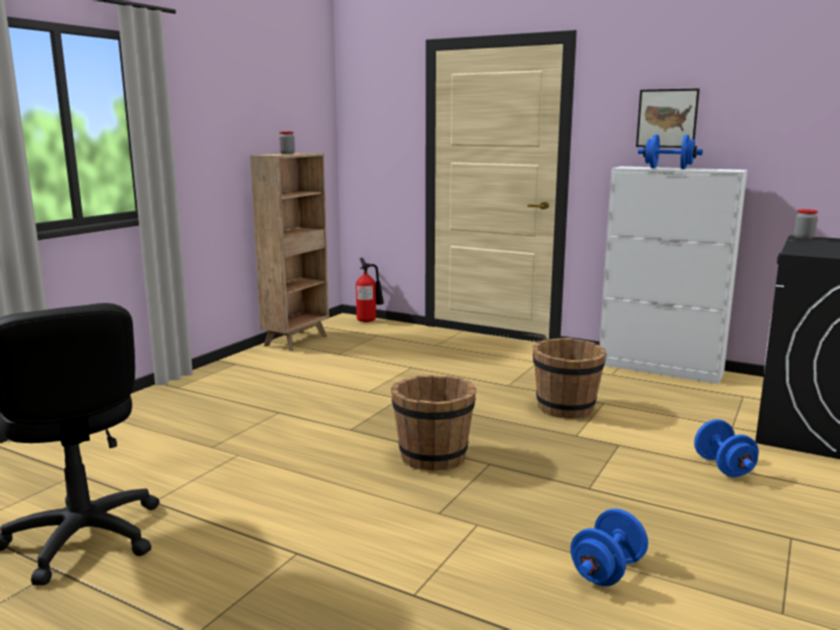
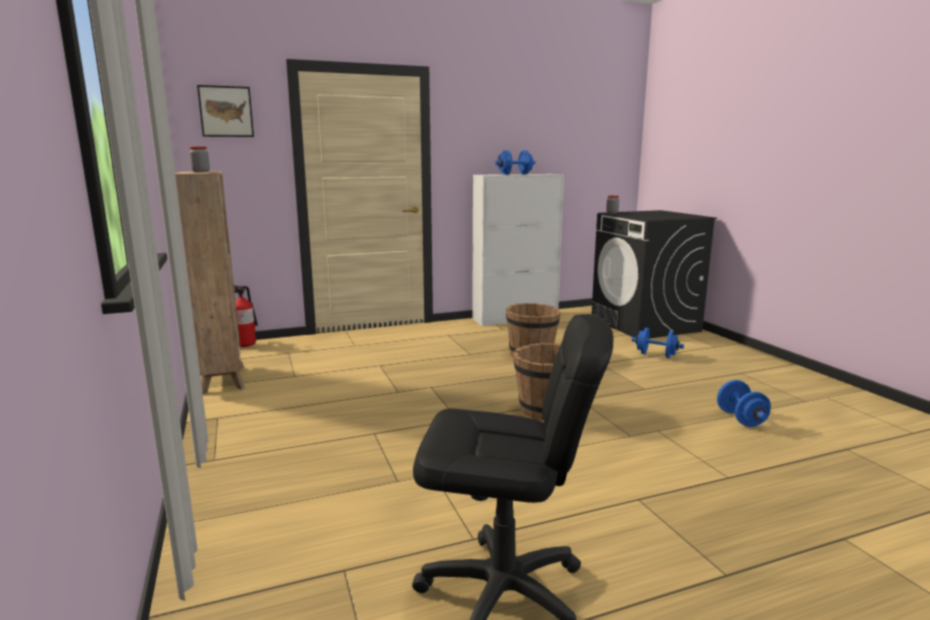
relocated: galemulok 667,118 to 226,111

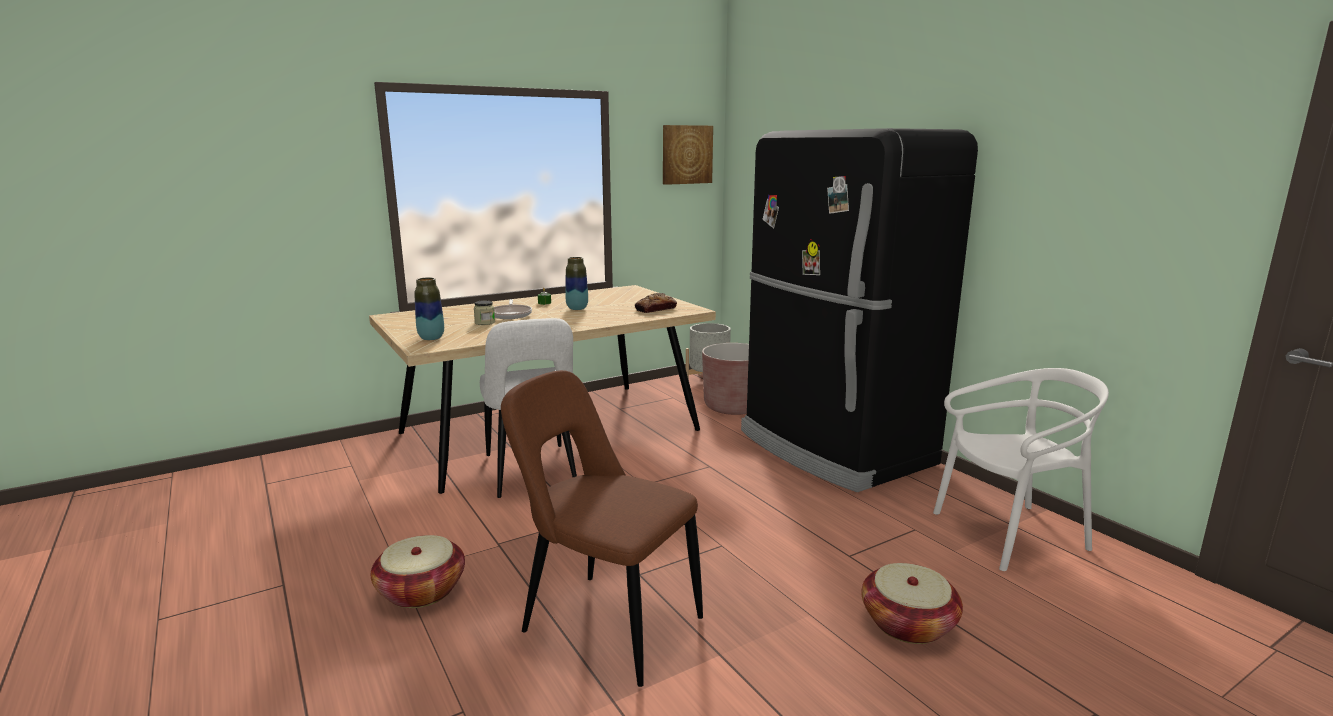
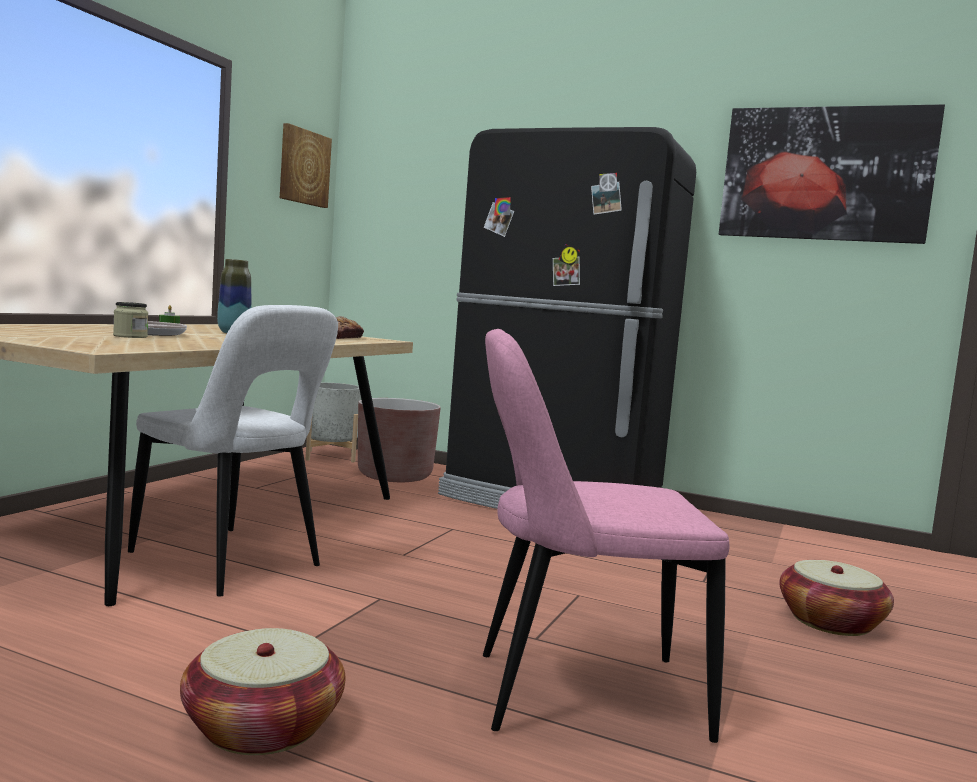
missing: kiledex 431,338; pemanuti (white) 1010,534
appeared: galemulok 825,174
colour: pemanuti (brown) 605,623 to pemanuti (pink) 575,694

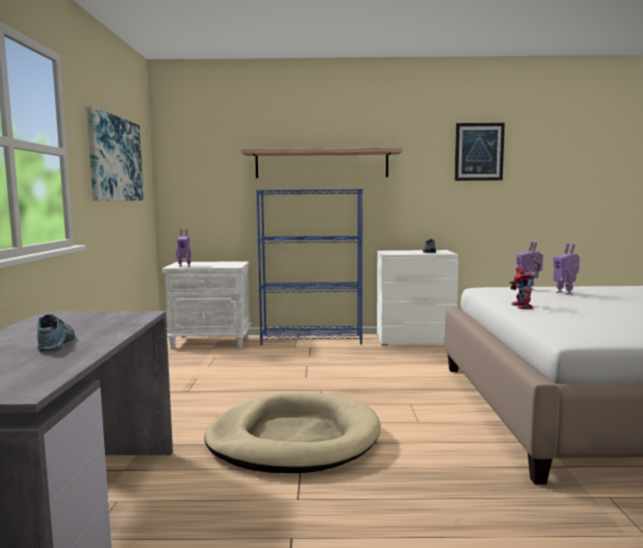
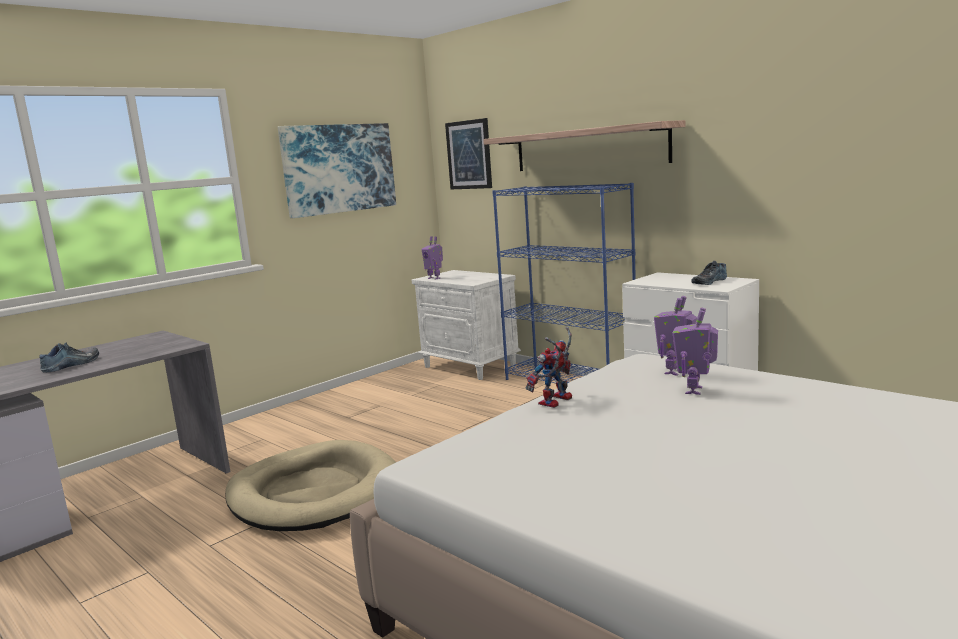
relocated: galemulok 479,152 to 469,155

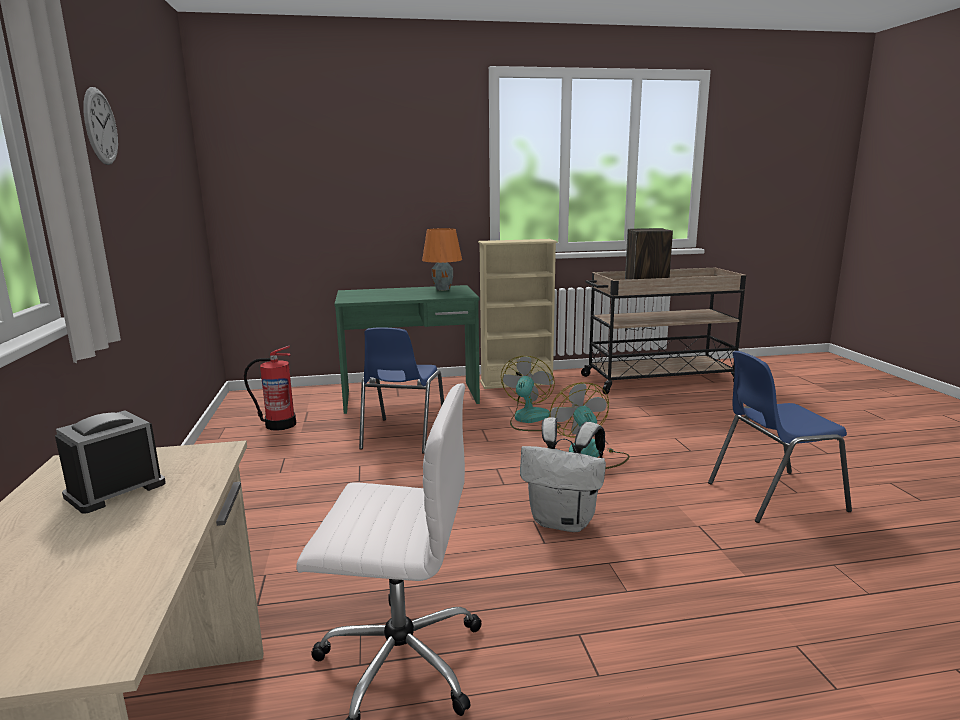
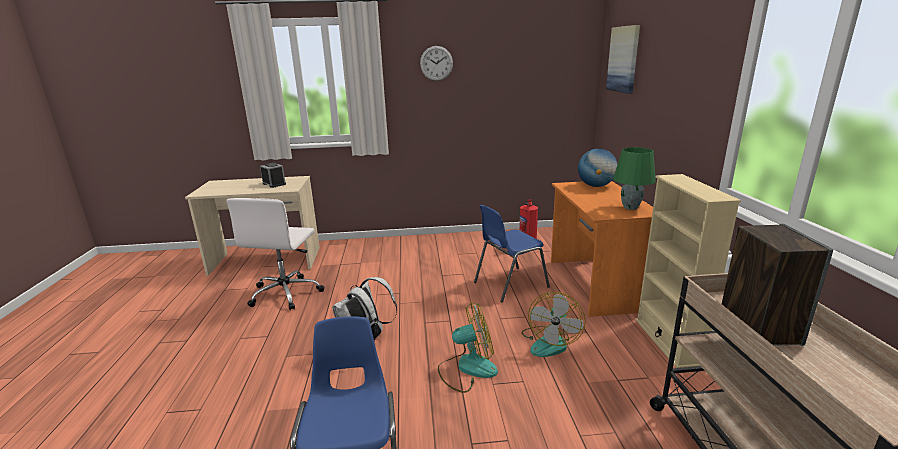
appeared: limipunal 595,186; galemulok 623,59
colour: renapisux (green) 411,397 to renapisux (orange) 594,284; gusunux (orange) 443,289 to gusunux (green) 630,208
spun: pemanuti (blue) 402,436 = 509,284 45 degrees counterclockwise; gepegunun 530,420 = 550,342 90 degrees clockwise

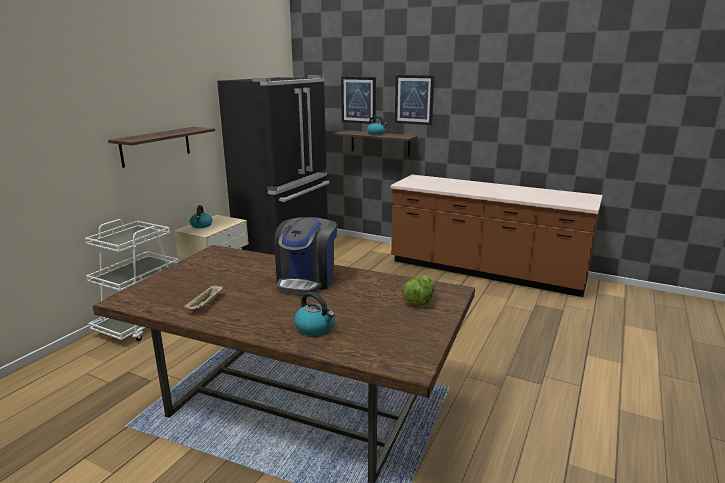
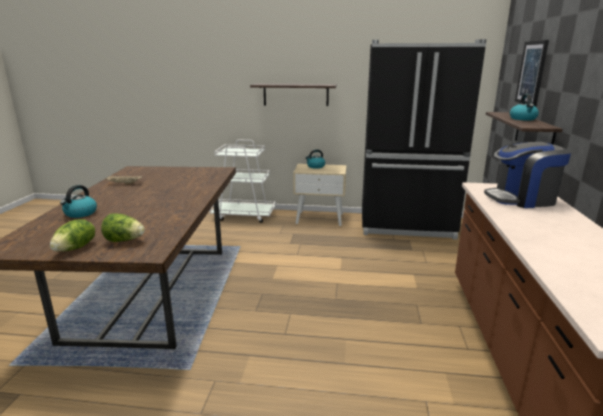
missing: galemulok 414,99
appeared: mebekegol 76,248
relocated: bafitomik 307,280 to 521,199

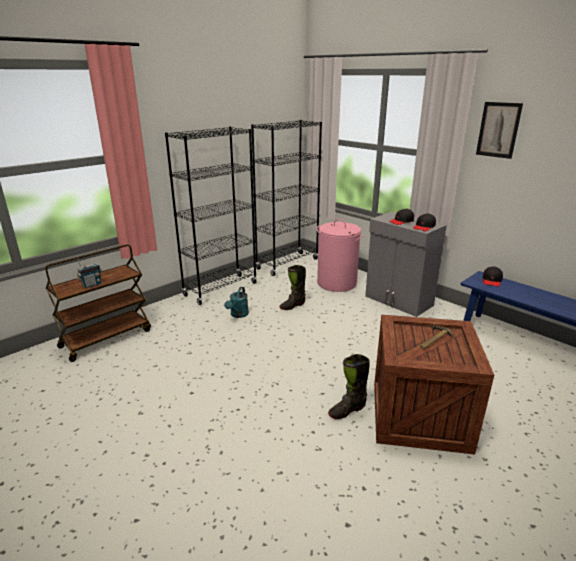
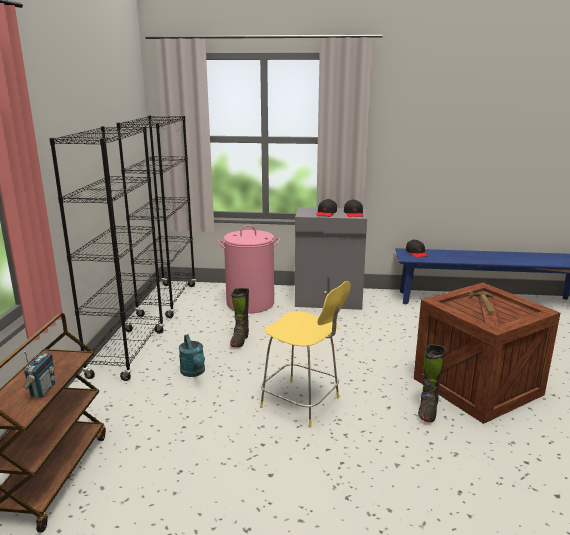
missing: galemulok 498,130
appeared: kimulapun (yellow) 302,404

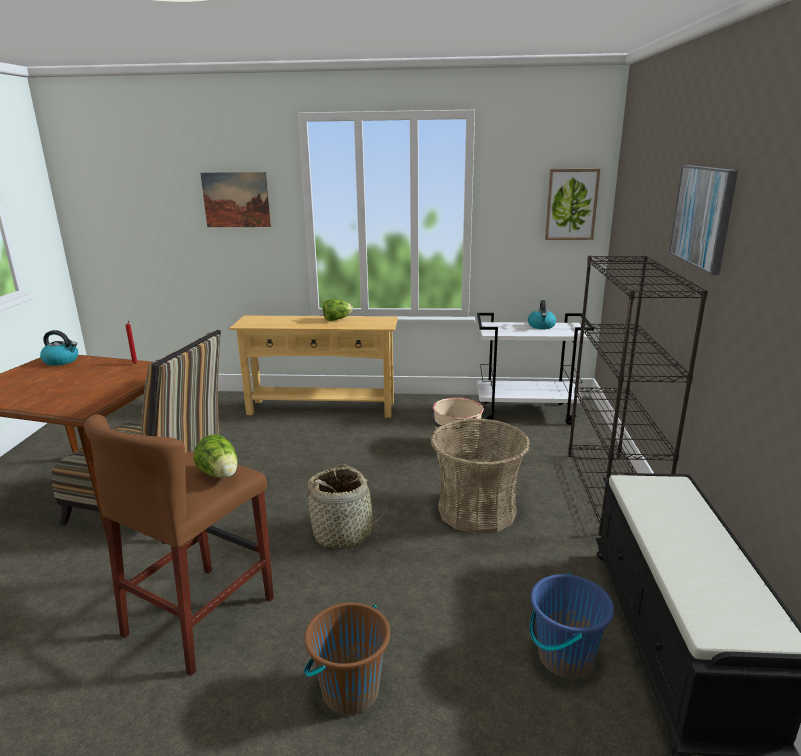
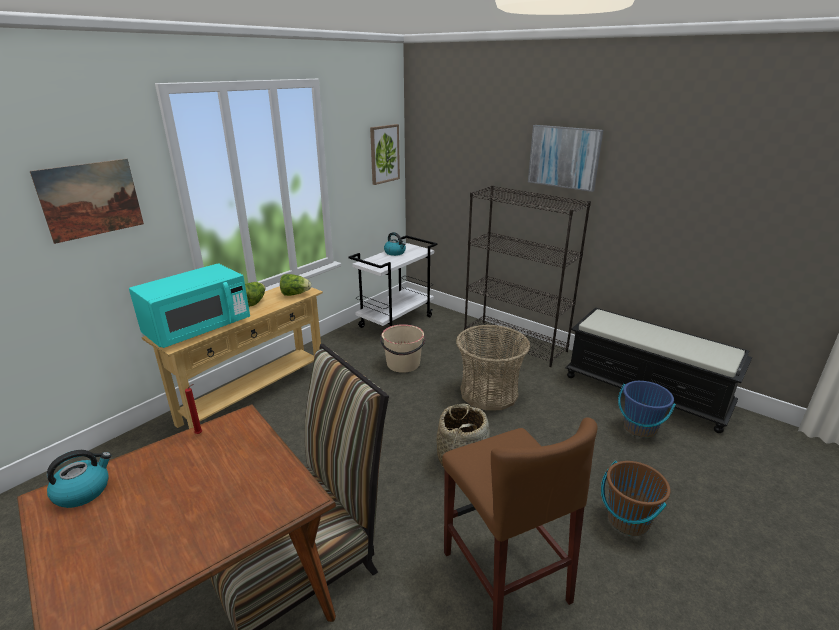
appeared: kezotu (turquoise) 198,328
relocated: mebekegol 220,474 to 295,294

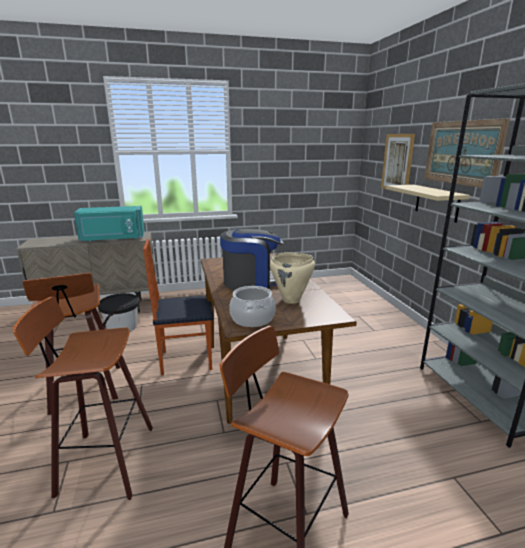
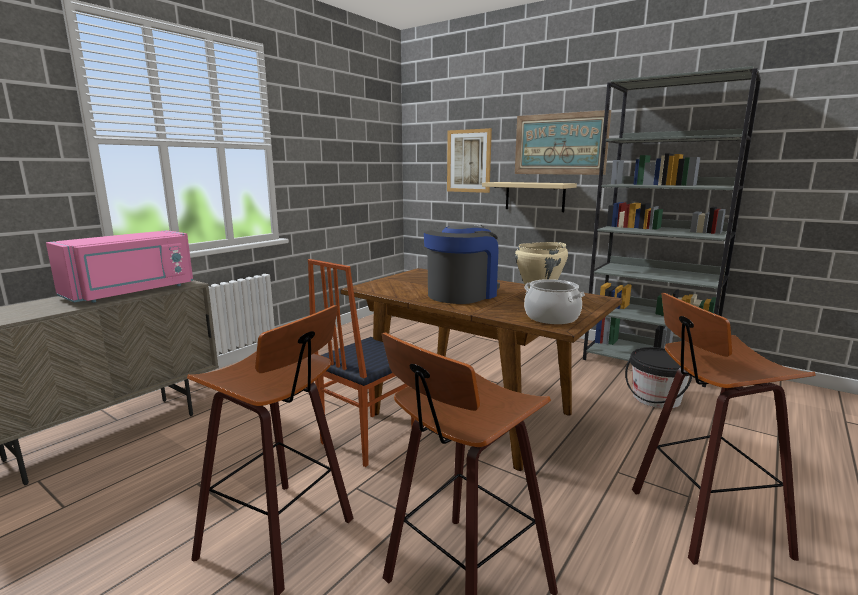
relocated: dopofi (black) 122,327 to 656,398
colour: kezotu (turquoise) 113,239 to kezotu (pink) 132,292

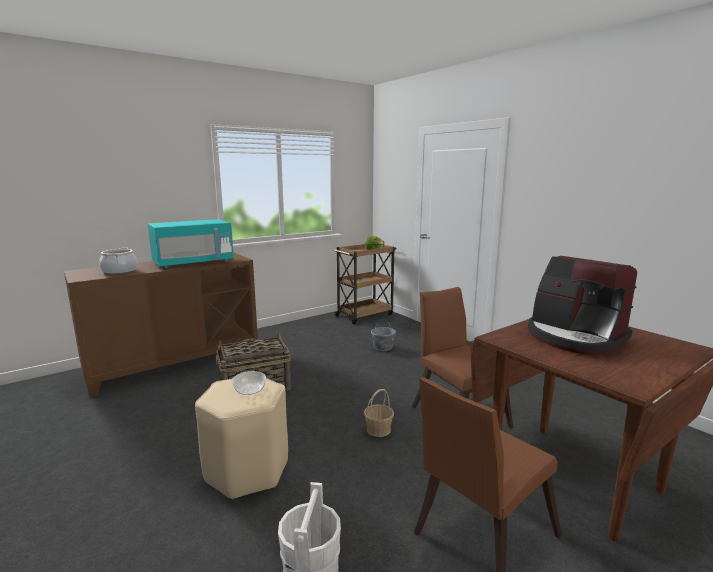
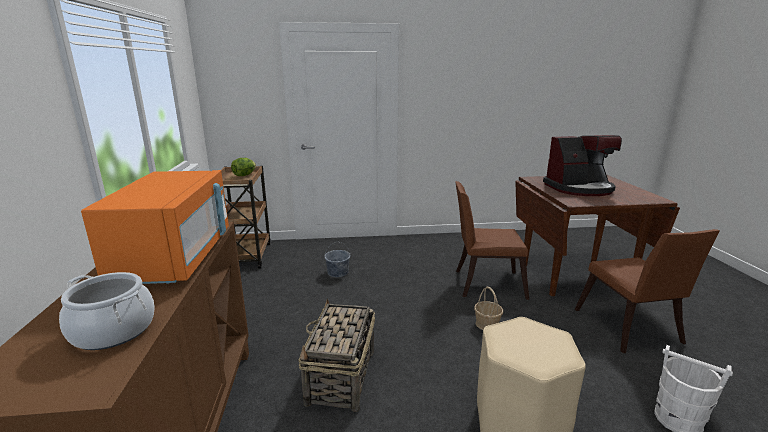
missing: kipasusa 250,390
colour: kezotu (turquoise) 194,263 to kezotu (orange) 176,258

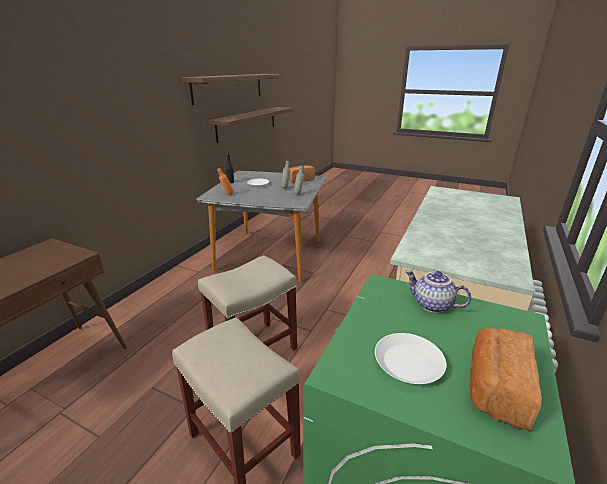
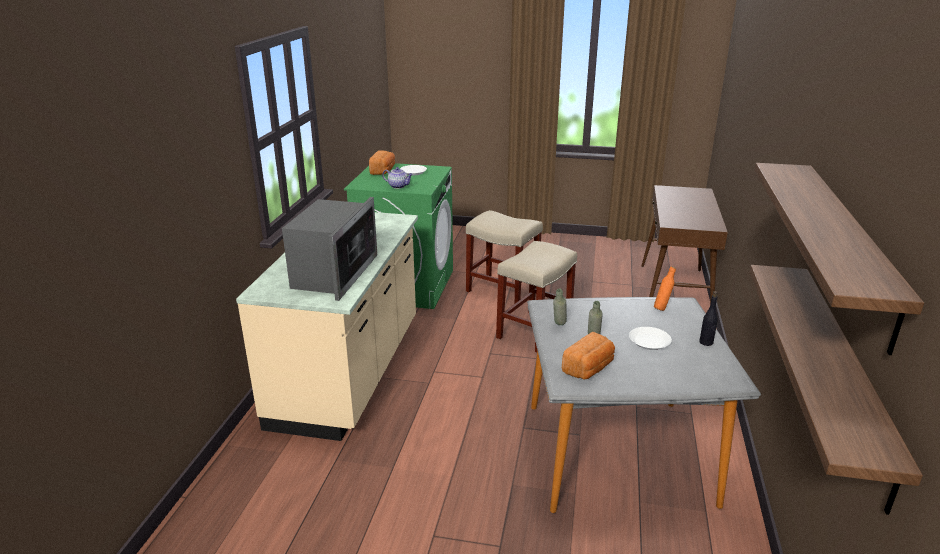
appeared: kezotu 334,273

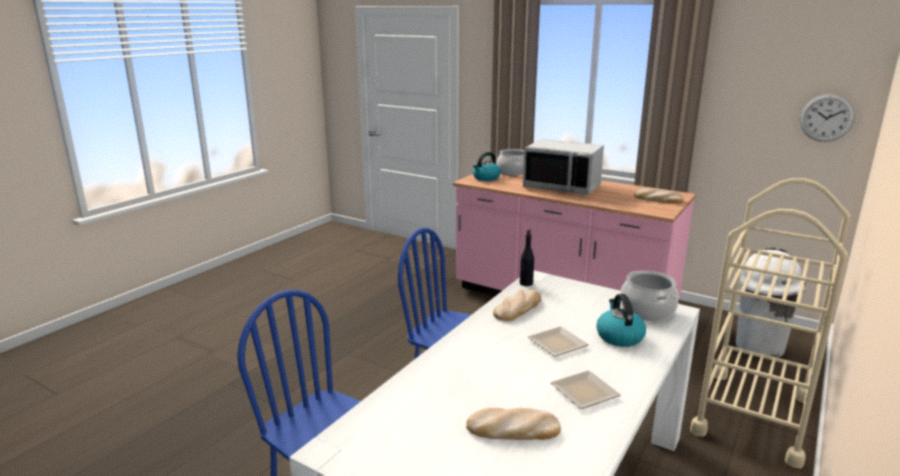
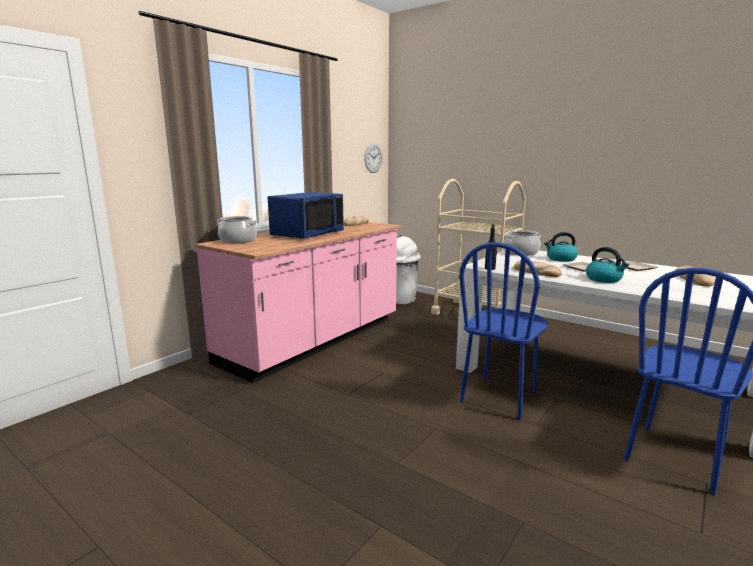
relocated: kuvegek 486,178 to 604,279
colour: kezotu (grey) 562,187 to kezotu (blue) 307,234

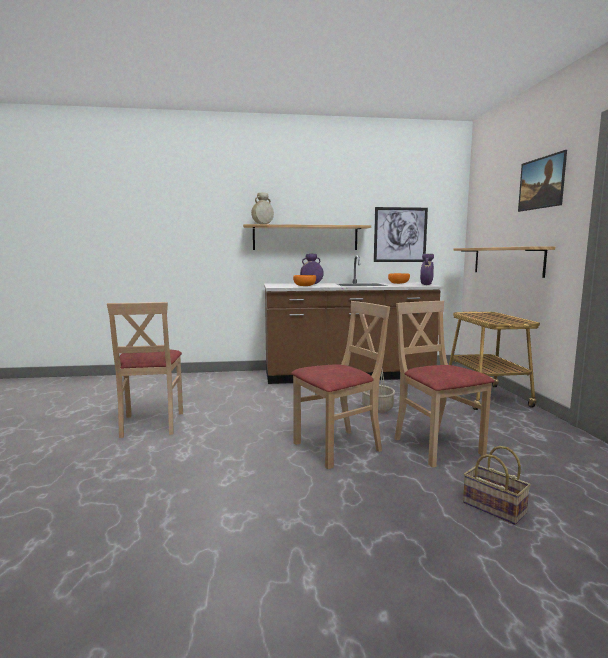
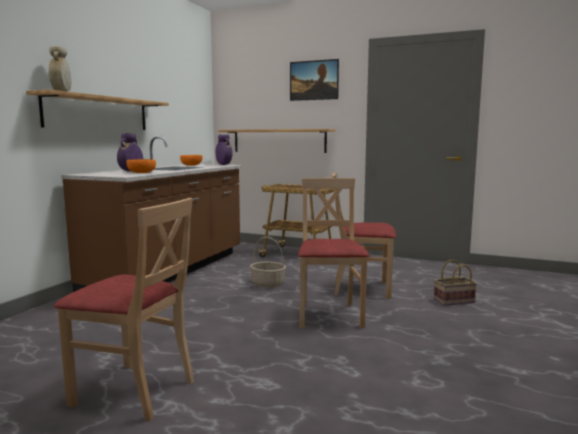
missing: galemulok 400,234

